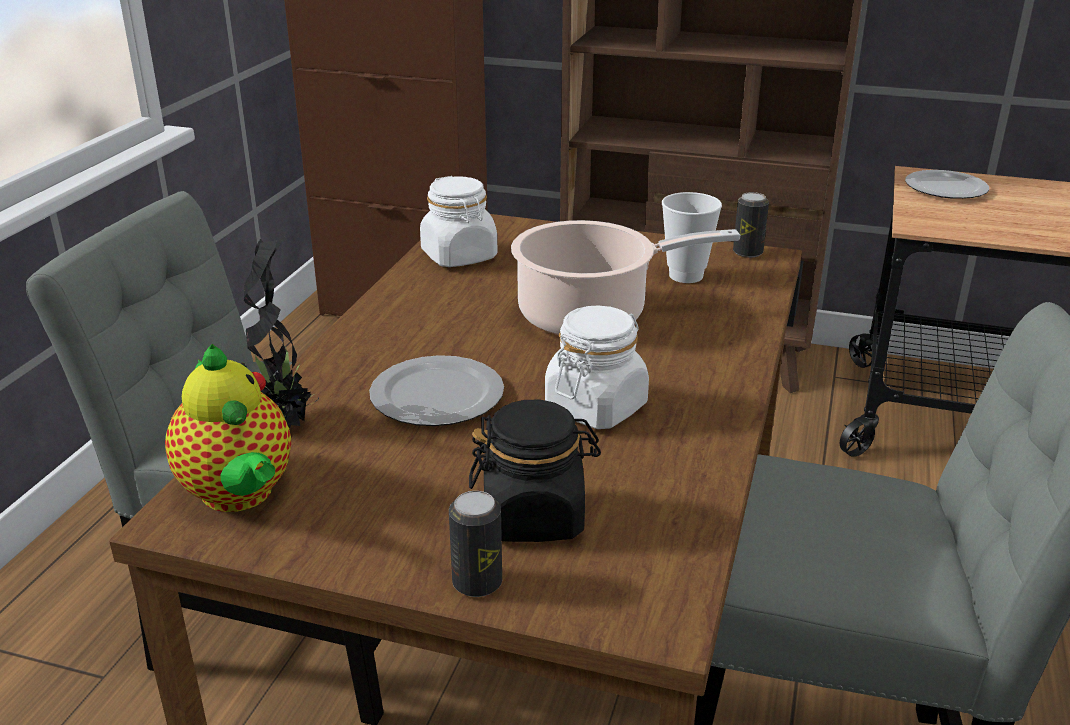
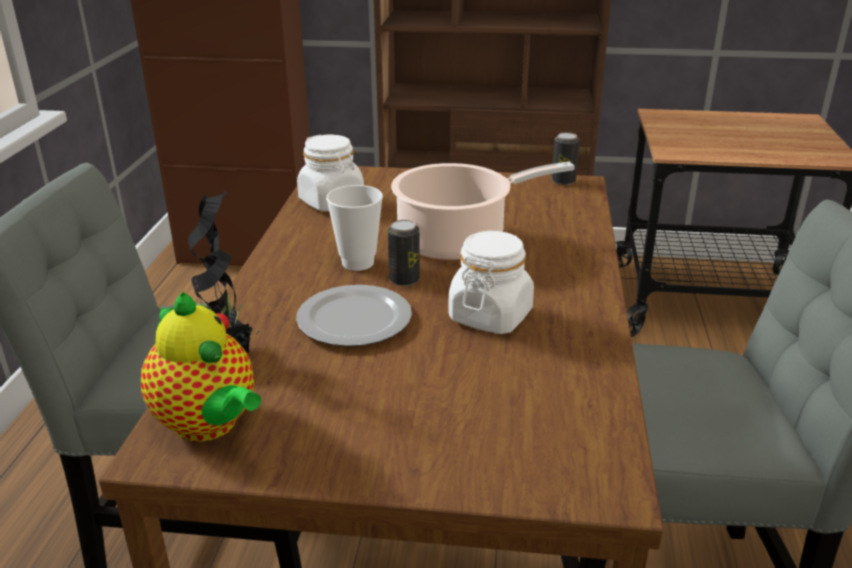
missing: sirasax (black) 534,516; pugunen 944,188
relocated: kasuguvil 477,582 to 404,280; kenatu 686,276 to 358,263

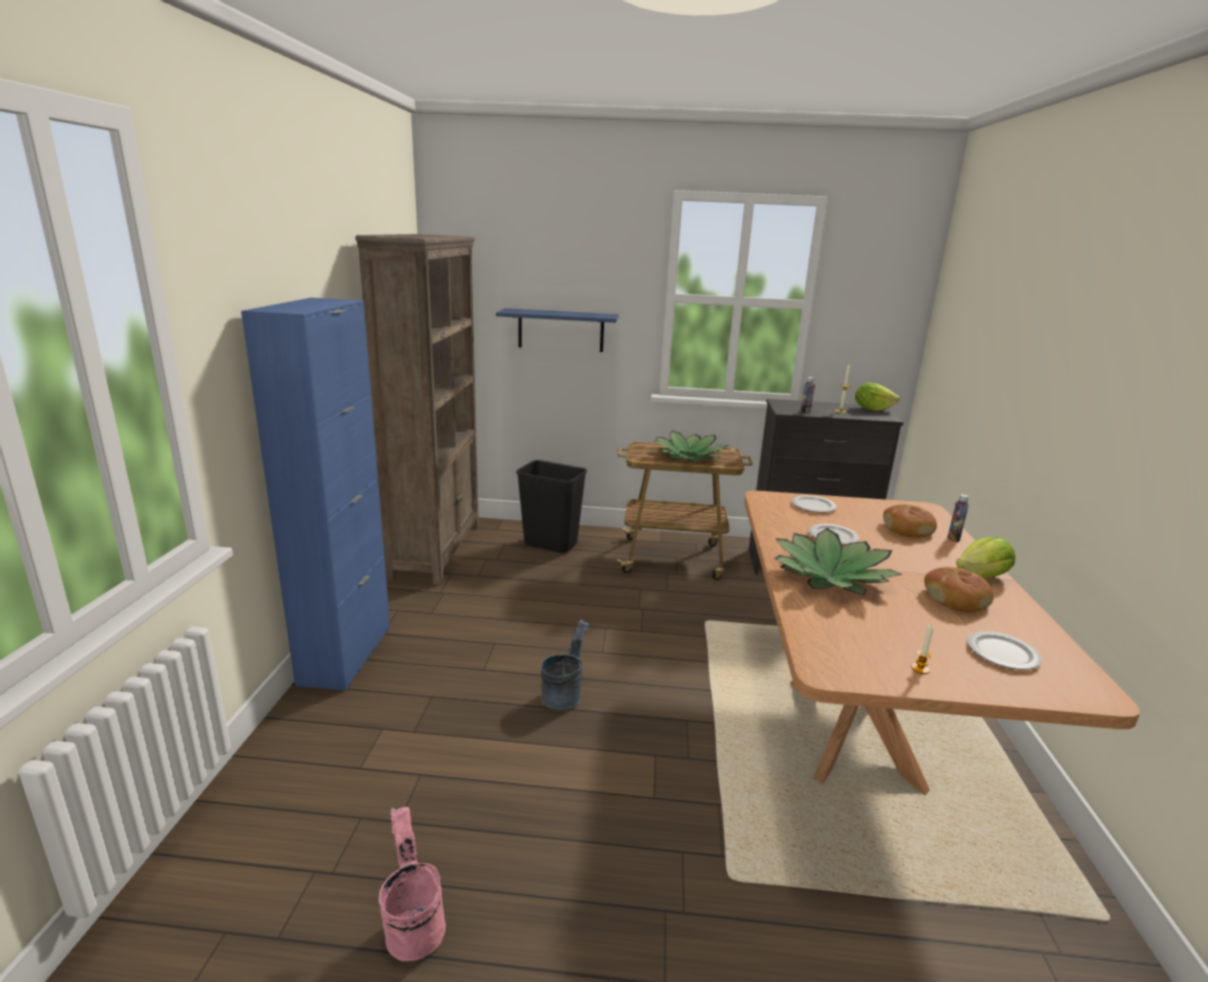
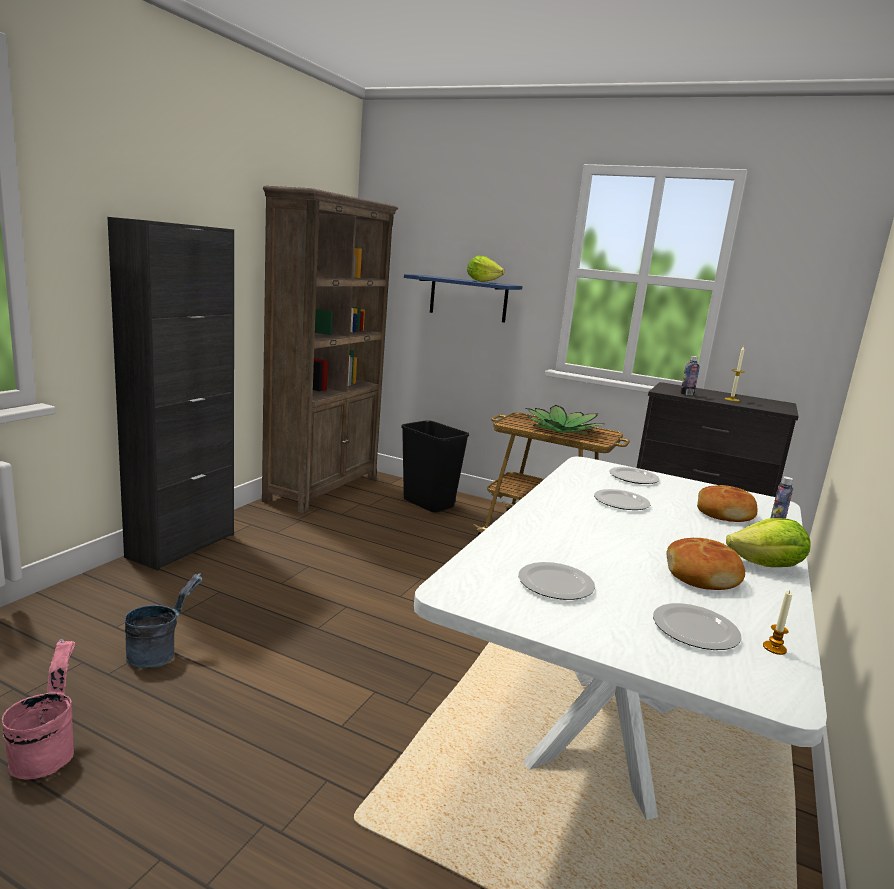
missing: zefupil 832,576
appeared: pugunen 554,584
relocated: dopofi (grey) 564,694 to 160,653; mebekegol 872,409 to 482,281; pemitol 920,669 to 774,648
colour: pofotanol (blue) 346,654 to pofotanol (black) 181,545; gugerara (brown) 852,731 to gugerara (white) 610,733

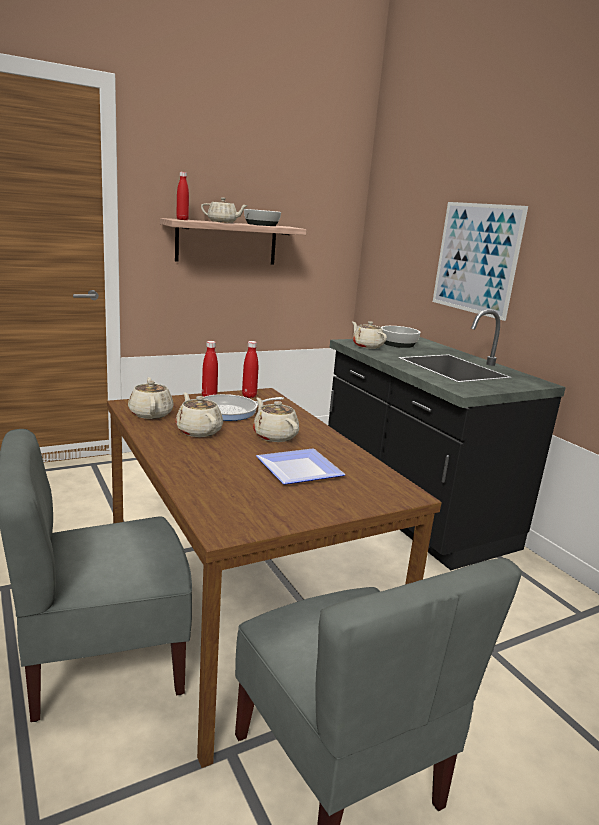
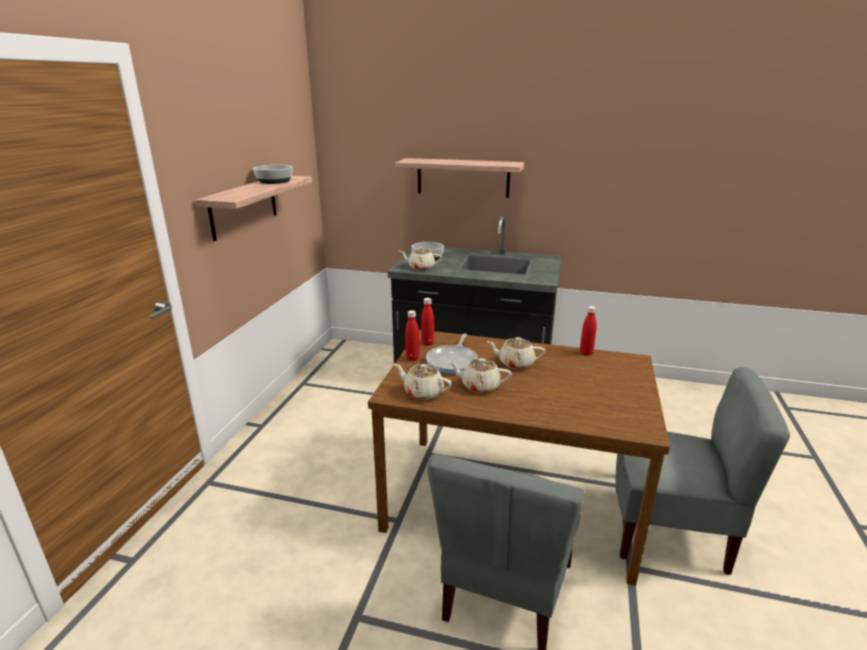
missing: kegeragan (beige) 223,222; pugunen 302,470
relocated: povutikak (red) 182,219 to 586,353
exchanged: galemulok 476,258 to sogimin 463,177

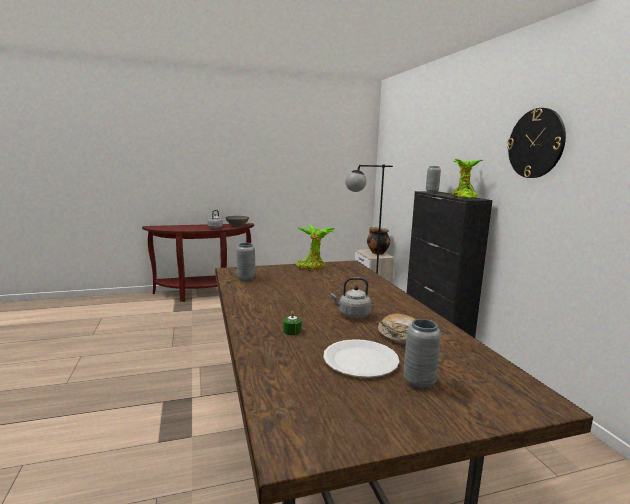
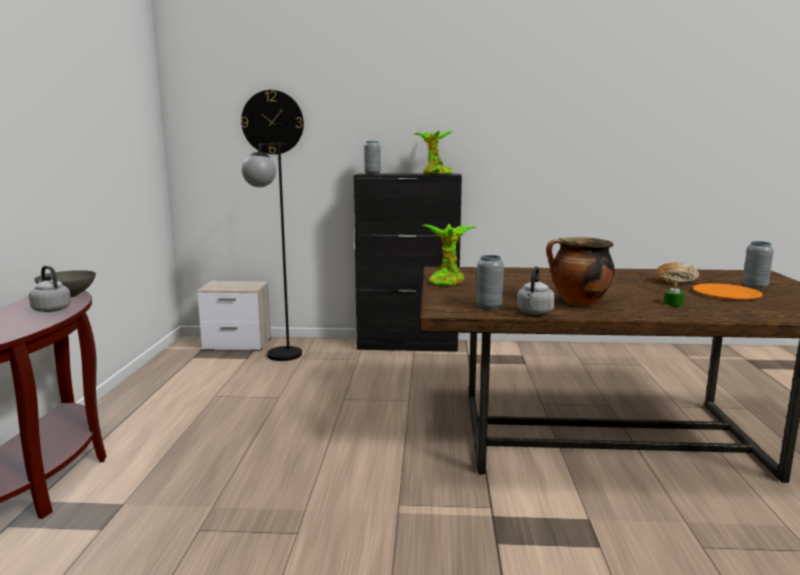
relocated: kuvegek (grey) 352,315 to 534,313; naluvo 377,253 to 578,303; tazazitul 536,143 to 272,122
colour: pugunen (white) 360,360 to pugunen (orange) 726,293

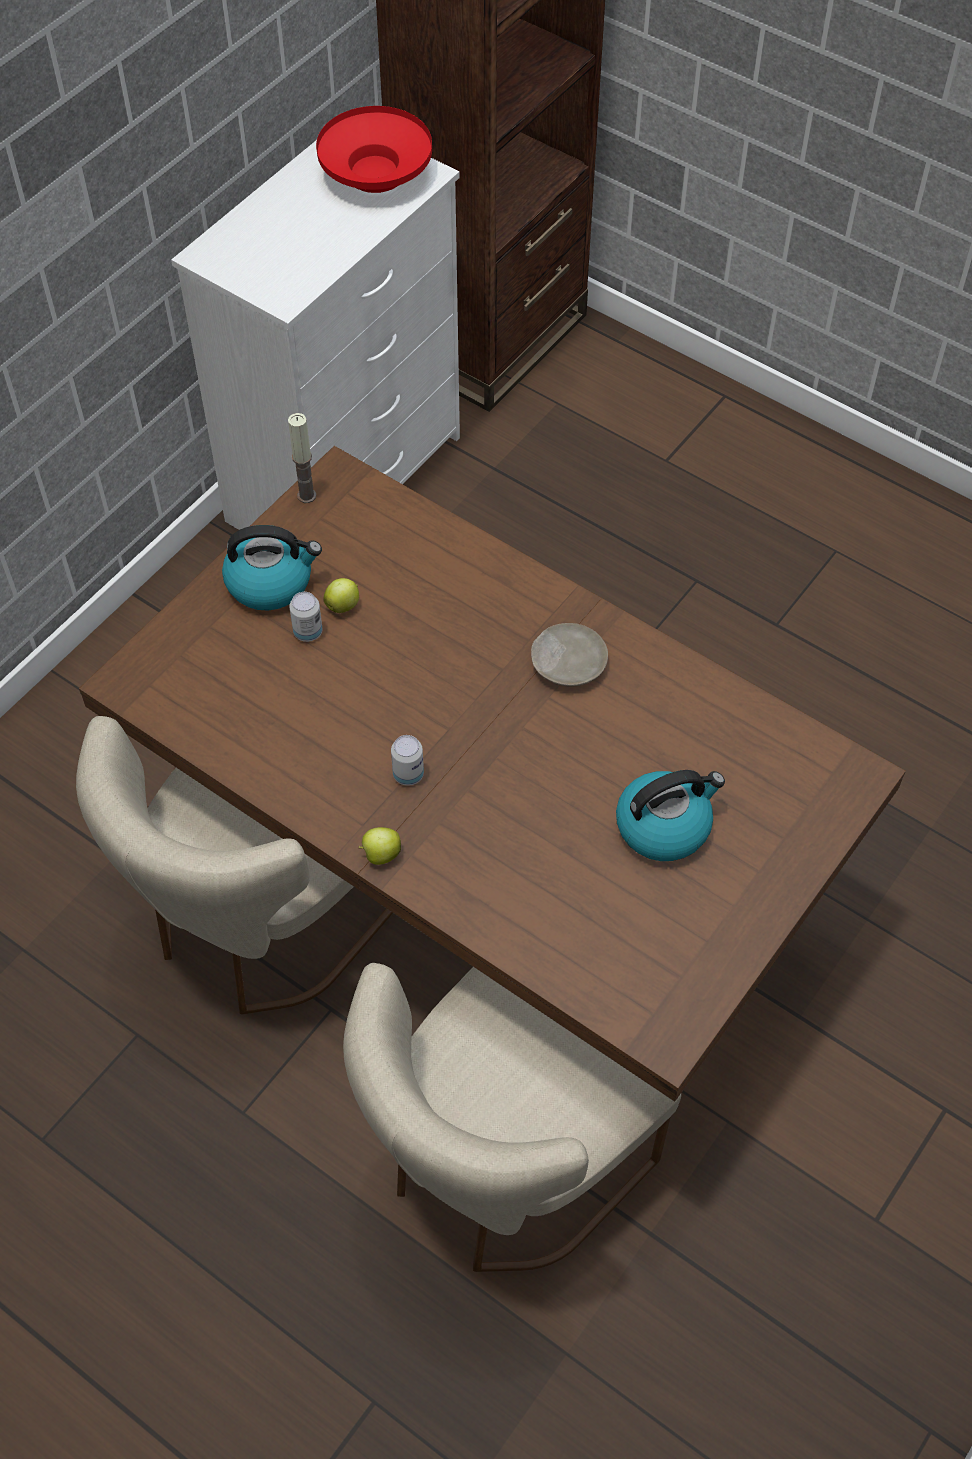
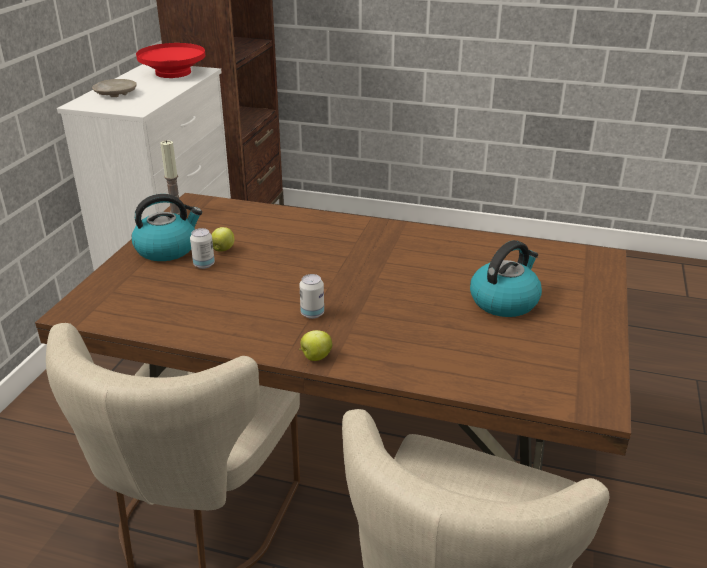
relocated: pugunen (beige) 568,662 to 115,94

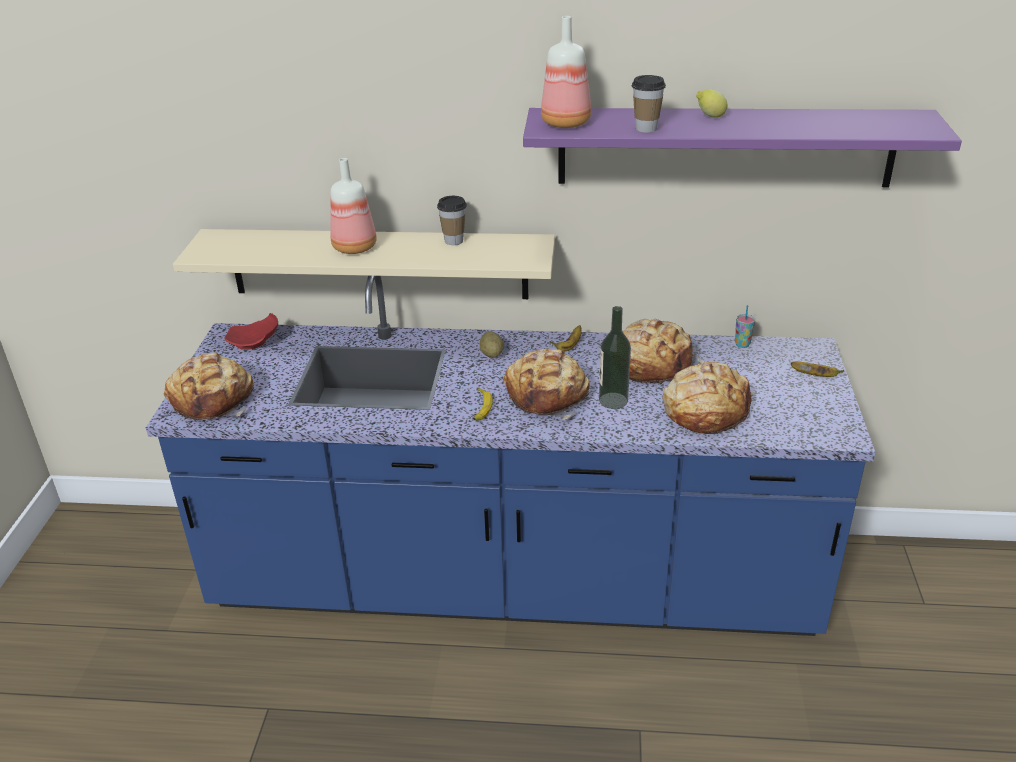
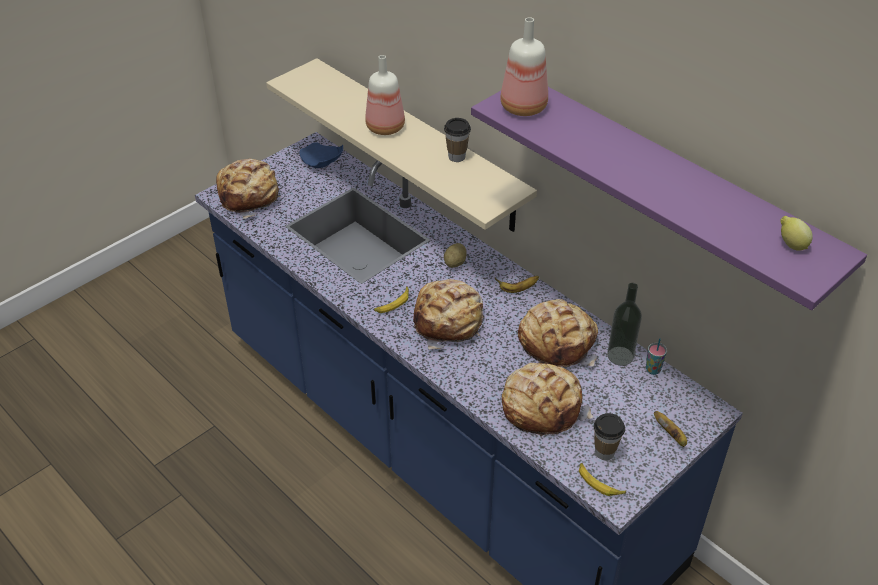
appeared: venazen 599,483
relocated: povutikak 613,400 to 620,356; kenatu 646,128 to 604,452; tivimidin 710,117 to 791,245
colour: pugunen (red) 255,342 to pugunen (blue) 321,162

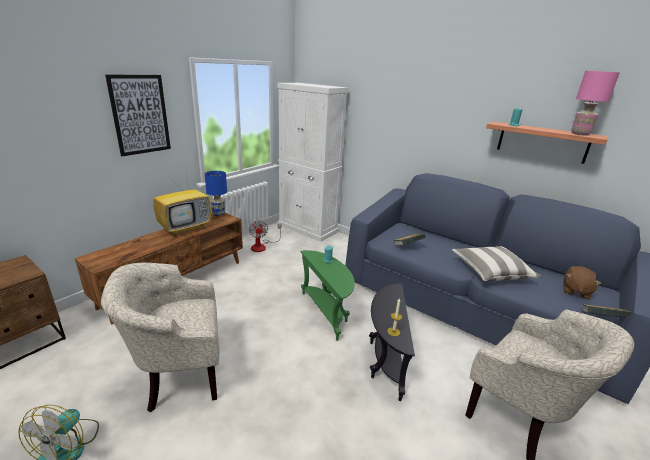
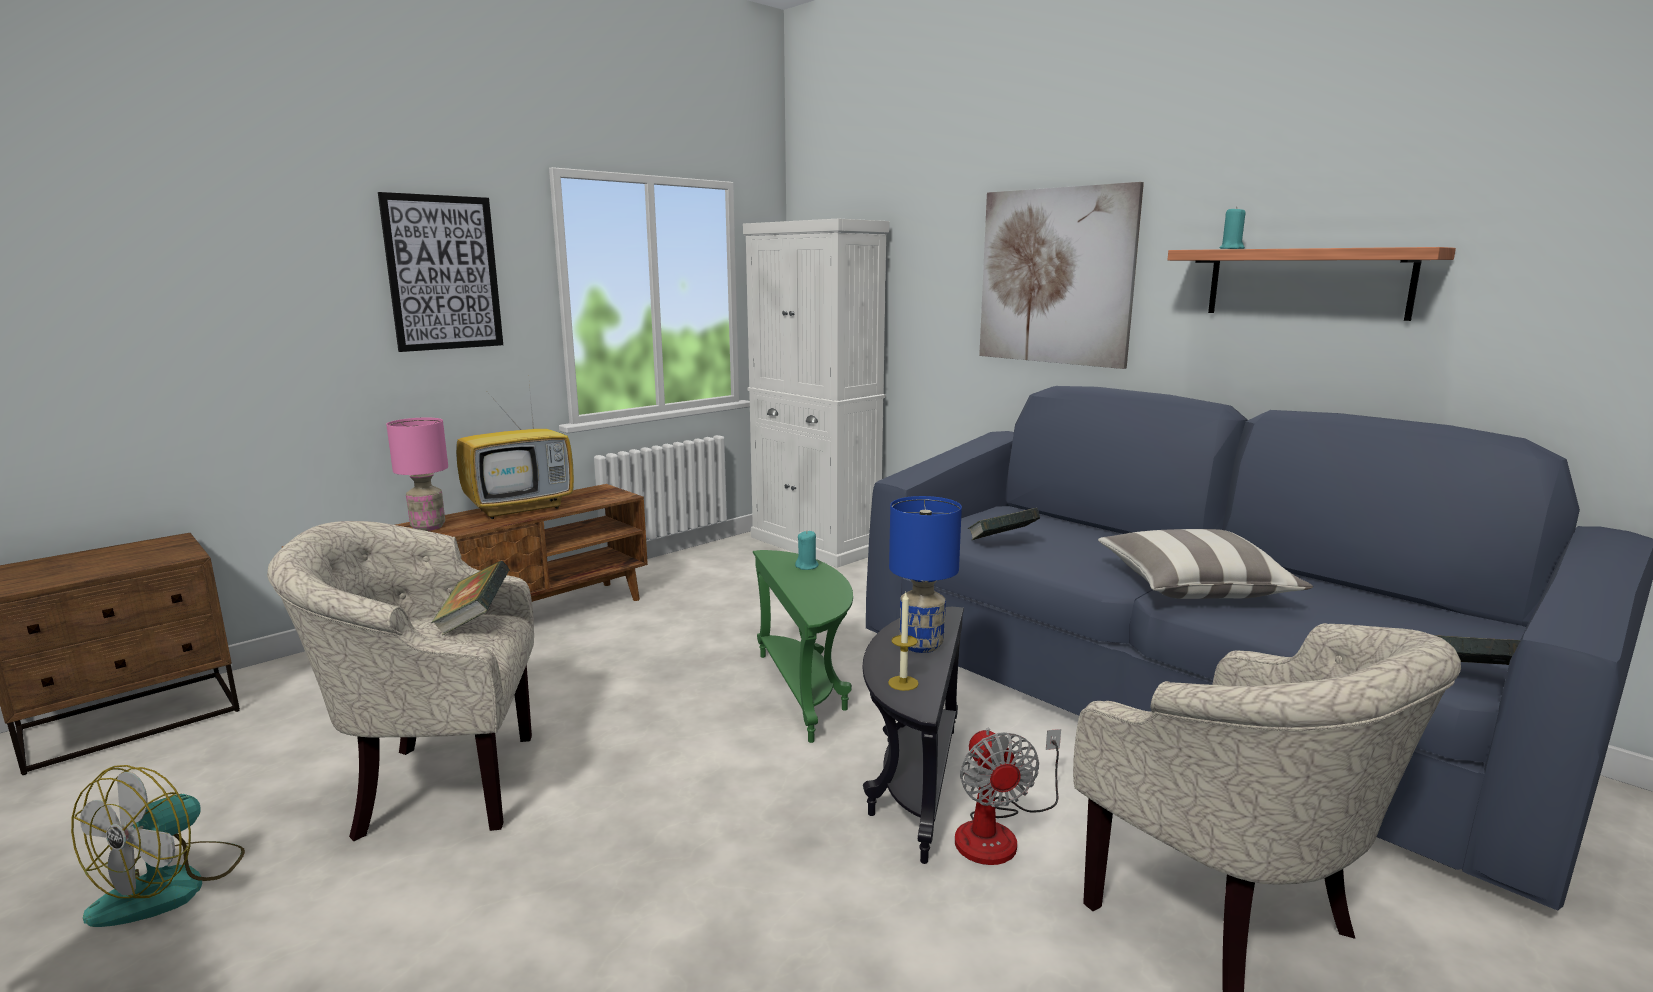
missing: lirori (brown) 575,291
appeared: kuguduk 474,620; galemulok 1055,276
relocated: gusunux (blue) 218,214 to 922,645; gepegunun 262,246 to 998,832; gusunux (pink) 579,134 to 427,527

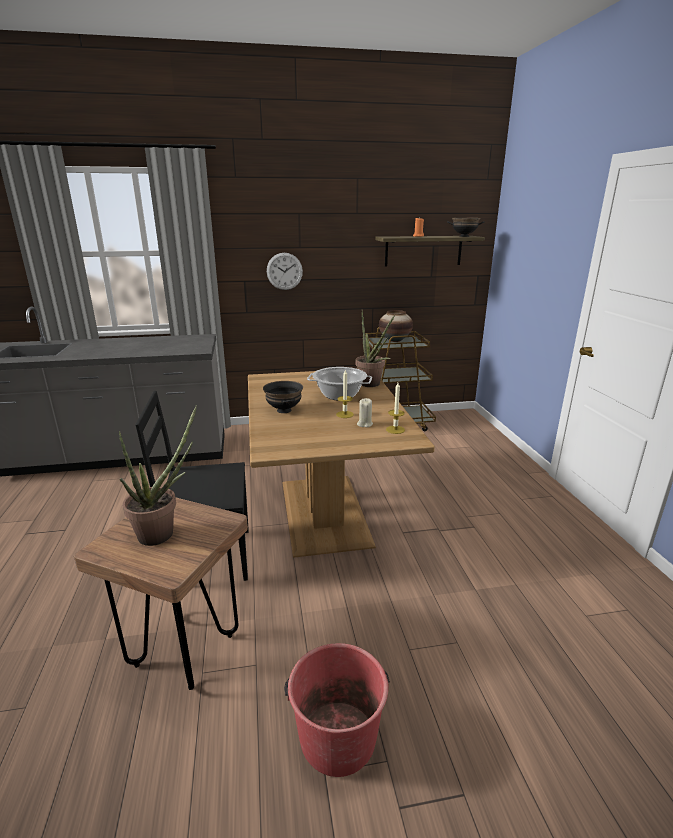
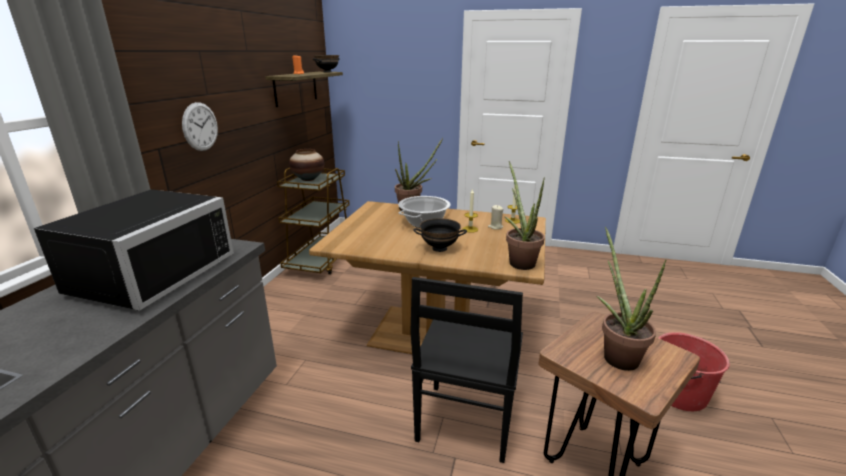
appeared: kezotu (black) 147,274; zefupil 519,261

